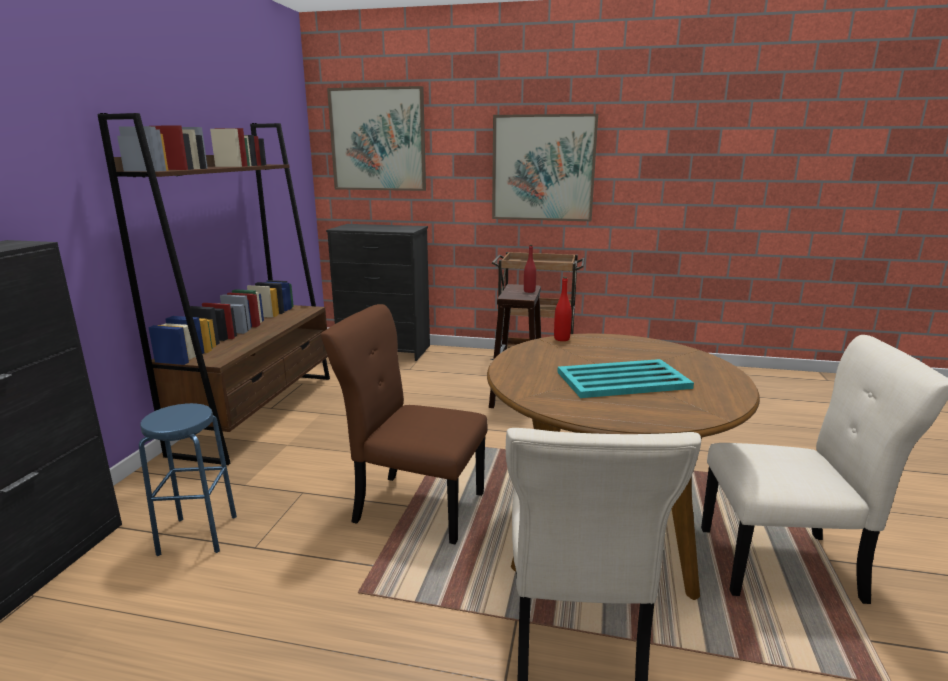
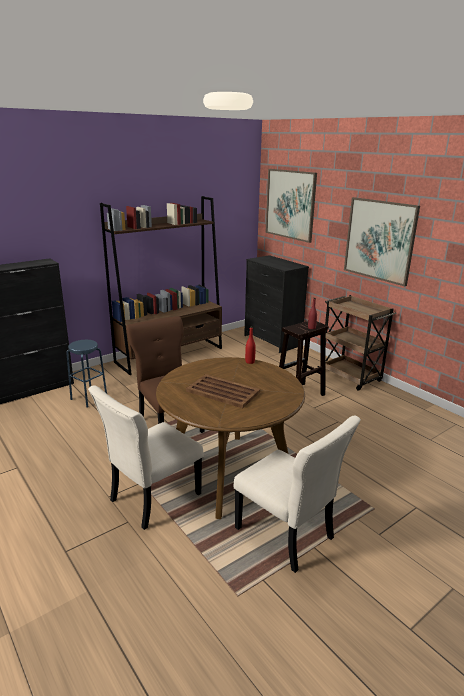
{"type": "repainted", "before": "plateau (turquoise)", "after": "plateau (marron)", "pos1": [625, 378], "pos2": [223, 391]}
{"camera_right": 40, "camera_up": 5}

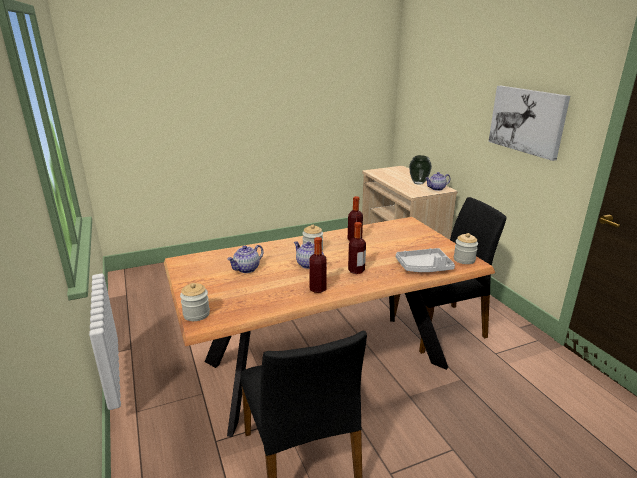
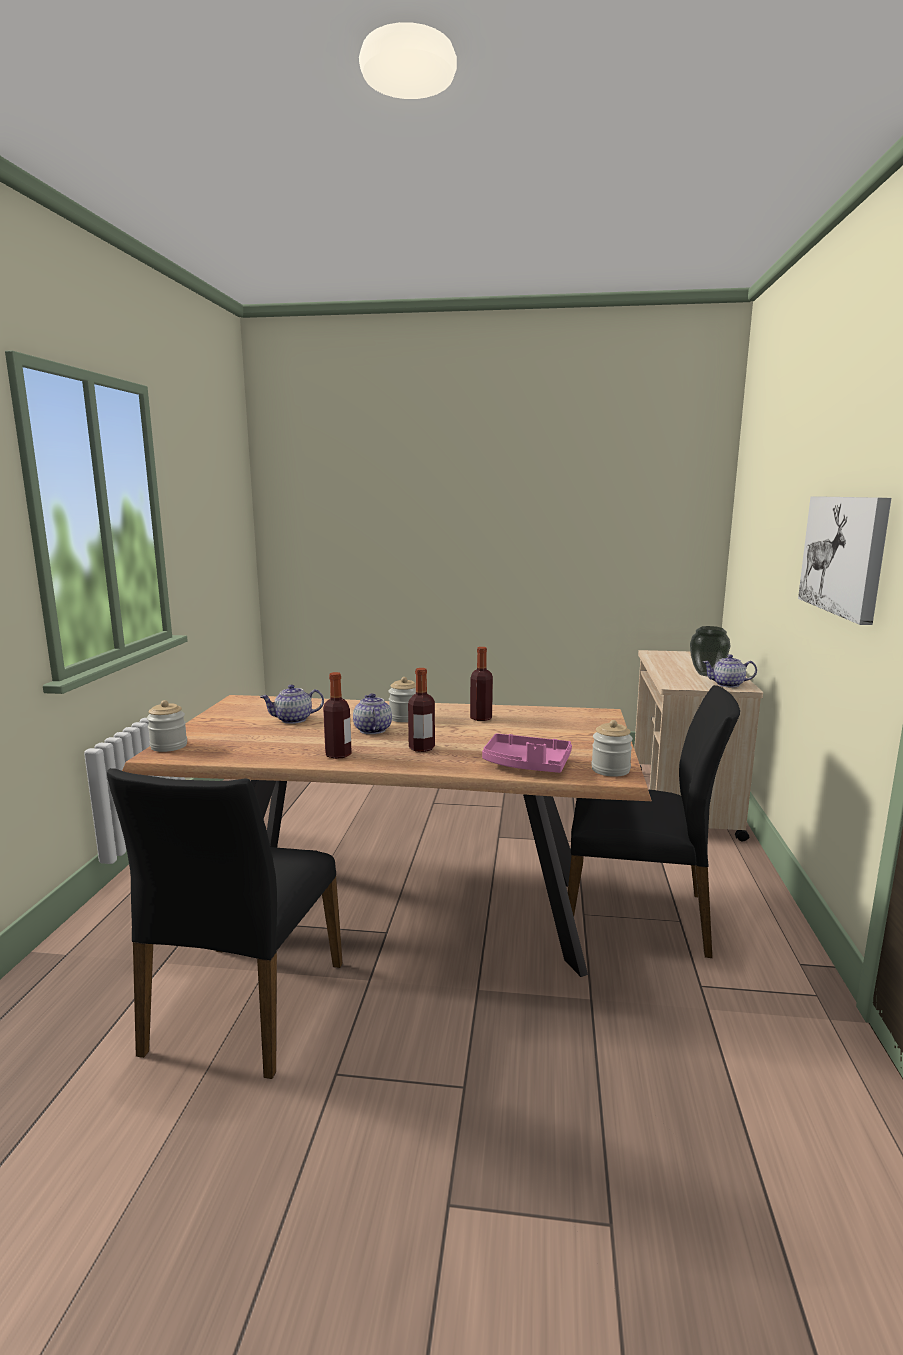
{"type": "repainted", "before": "plateau (gris)", "after": "plateau (rose)", "pos1": [425, 260], "pos2": [527, 753]}
{"camera_right": 30, "camera_up": -10}

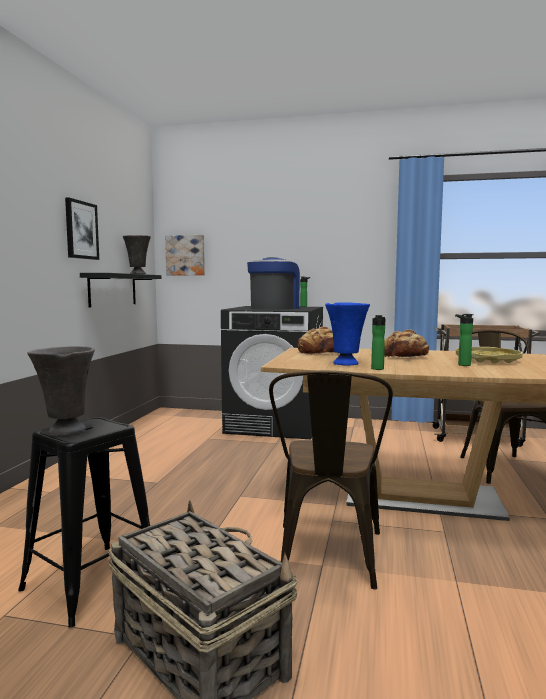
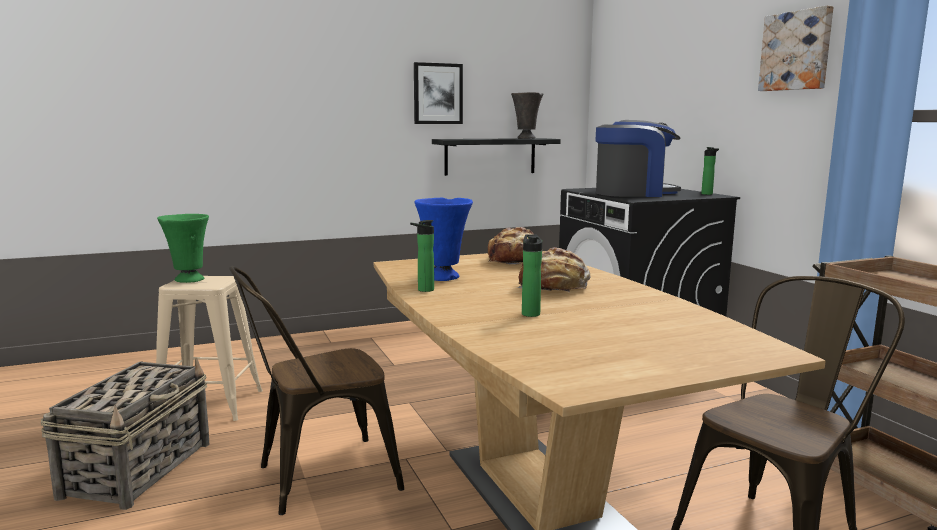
{"type": "gone", "before": "plateau (jaune)", "pos1": [489, 355]}
{"type": "shifted", "before": "tableau", "pos1": [185, 255], "pos2": [796, 48]}
{"type": "repainted", "before": "tabouret (noir)", "after": "tabouret (beige)", "pos1": [84, 522], "pos2": [209, 348]}
{"type": "repainted", "before": "vase (gris)", "after": "vase (vert)", "pos1": [61, 390], "pos2": [183, 248]}
{"camera_right": 55, "camera_up": 5}

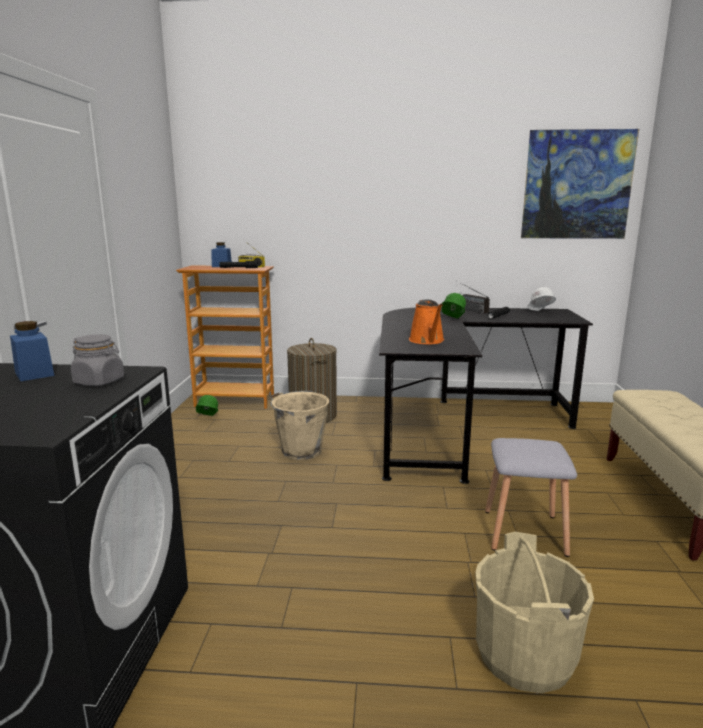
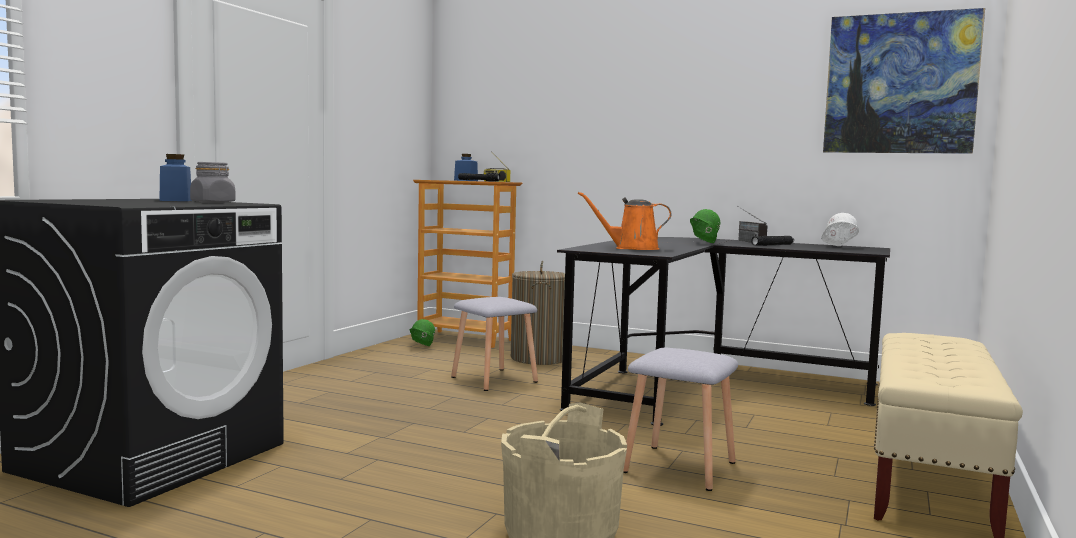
{"type": "swapped", "before": "seau (beige)", "after": "tabouret (gris)", "pos1": [299, 425], "pos2": [494, 344]}
{"type": "rotated", "before": "arrosoir (orange)", "pos1": [426, 321], "pos2": [625, 221], "turn": 75}
{"camera_right": 20, "camera_up": -10}

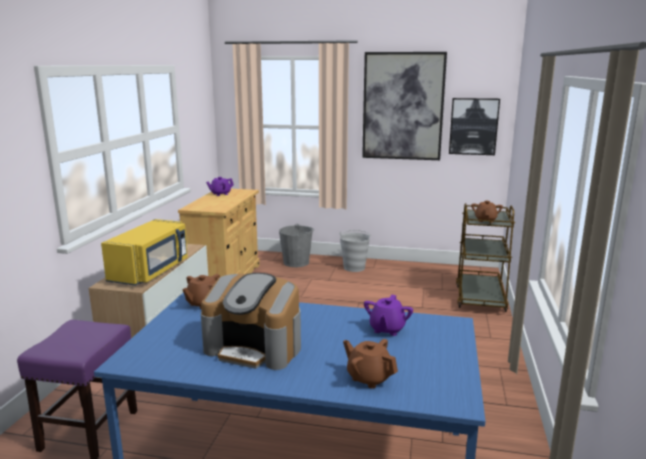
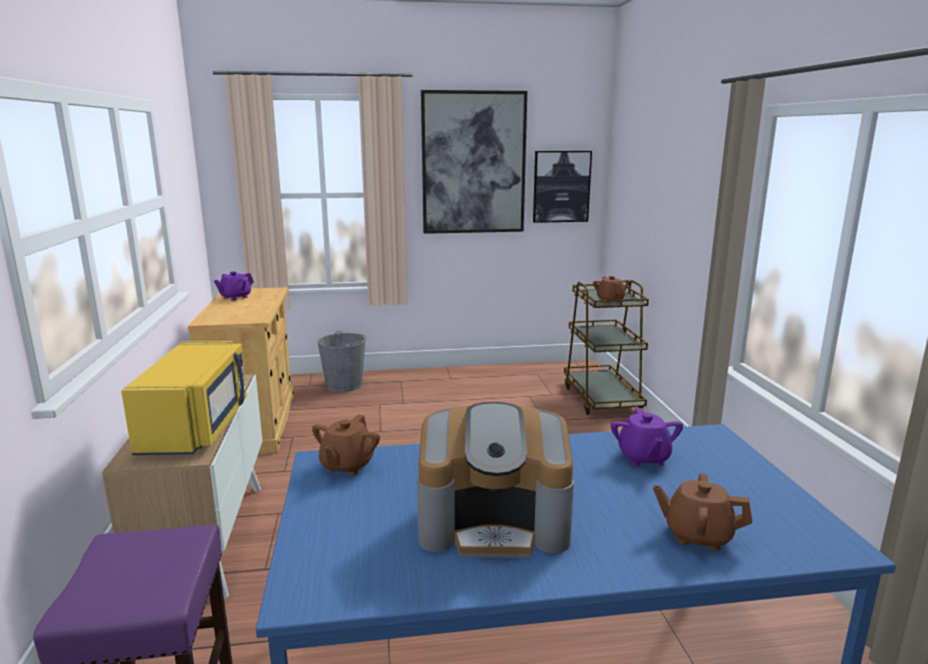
{"type": "gone", "before": "seau (gris)", "pos1": [355, 251]}
{"camera_right": -20, "camera_up": 0}

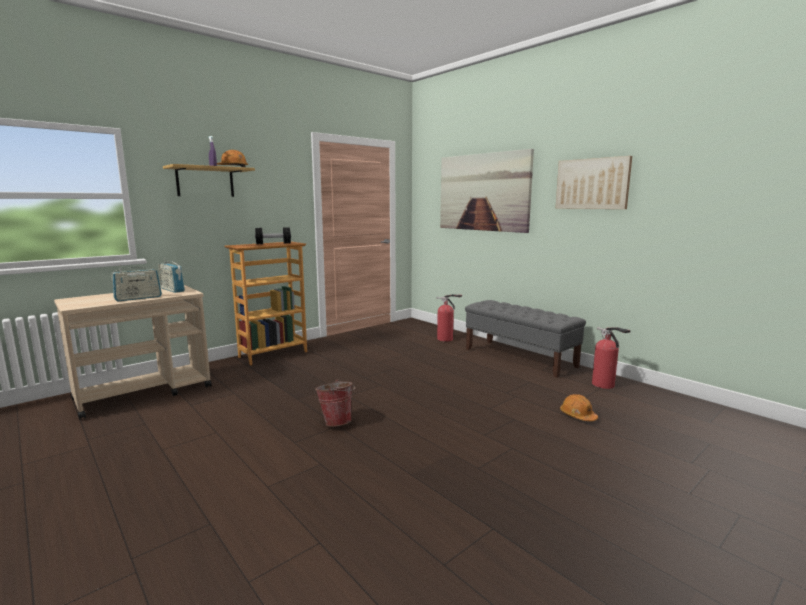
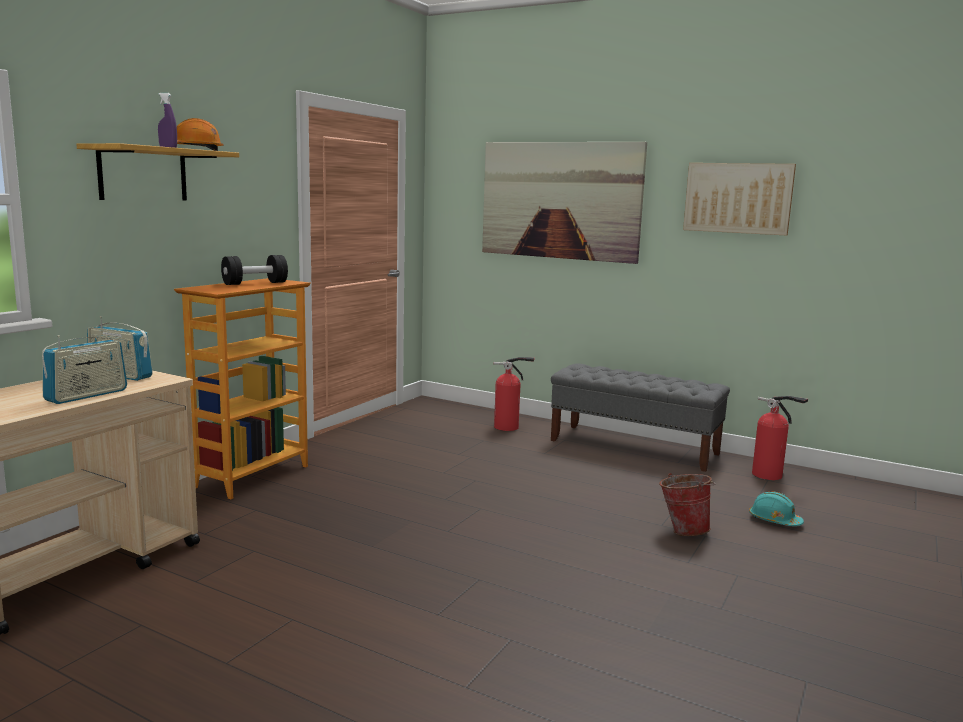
{"type": "shifted", "before": "seau", "pos1": [335, 403], "pos2": [687, 504]}
{"type": "repainted", "before": "casque de chantier (orange)", "after": "casque de chantier (turquoise)", "pos1": [579, 407], "pos2": [776, 509]}
{"camera_right": -20, "camera_up": 0}

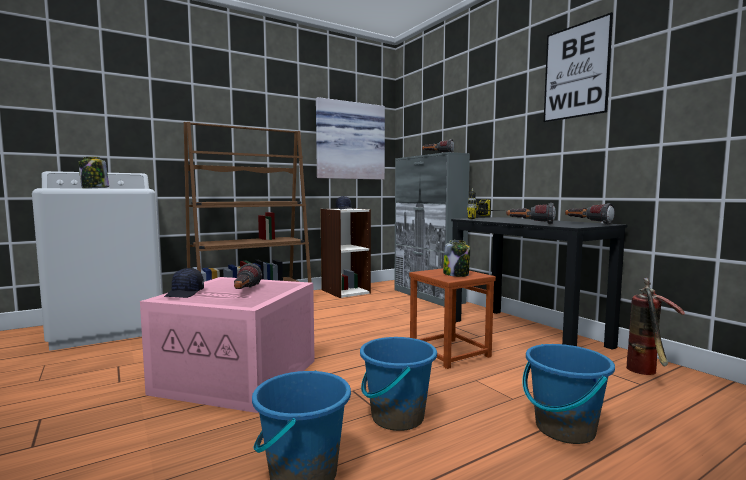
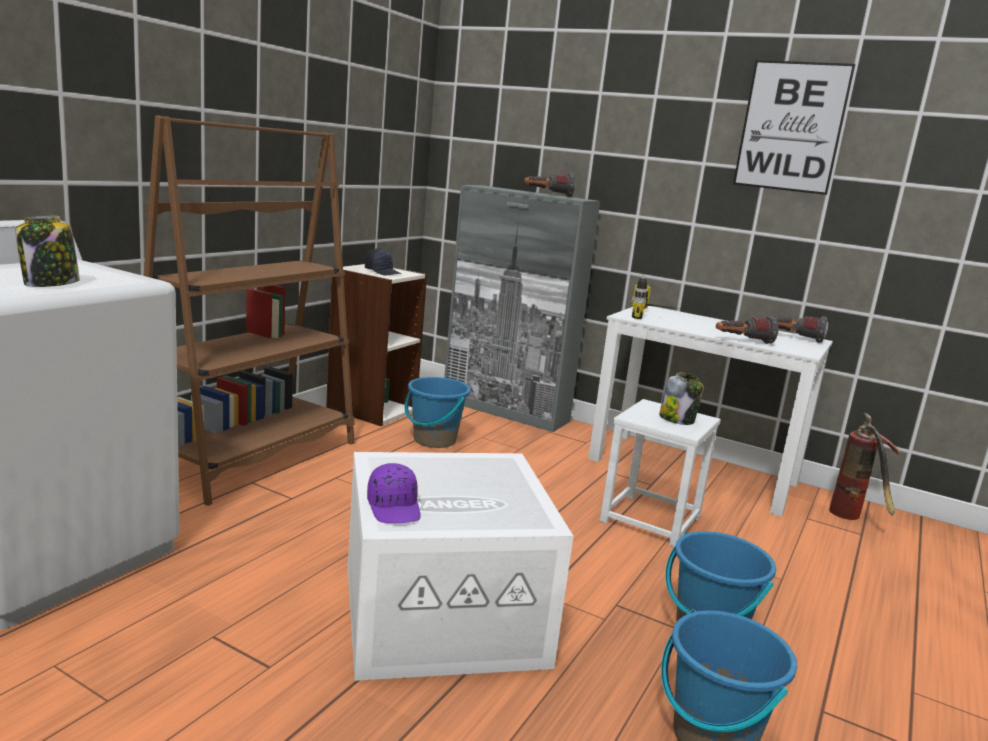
{"type": "gone", "before": "lampe de poche", "pos1": [248, 276]}
{"type": "gone", "before": "tableau", "pos1": [350, 138]}
{"type": "shifted", "before": "seau (bleu)", "pos1": [568, 394], "pos2": [437, 412]}
{"type": "repainted", "before": "boîte de rangement (rose)", "after": "boîte de rangement (blanc)", "pos1": [227, 345], "pos2": [460, 566]}
{"type": "repainted", "before": "casquette (noir)", "after": "casquette (violet)", "pos1": [184, 283], "pos2": [394, 493]}
{"type": "repainted", "before": "tabouret (marron)", "after": "tabouret (blanc)", "pos1": [452, 318], "pos2": [660, 473]}
{"type": "repainted", "before": "bureau (noir)", "after": "bureau (blanc)", "pos1": [539, 283], "pos2": [710, 411]}
{"camera_right": -30, "camera_up": 10}

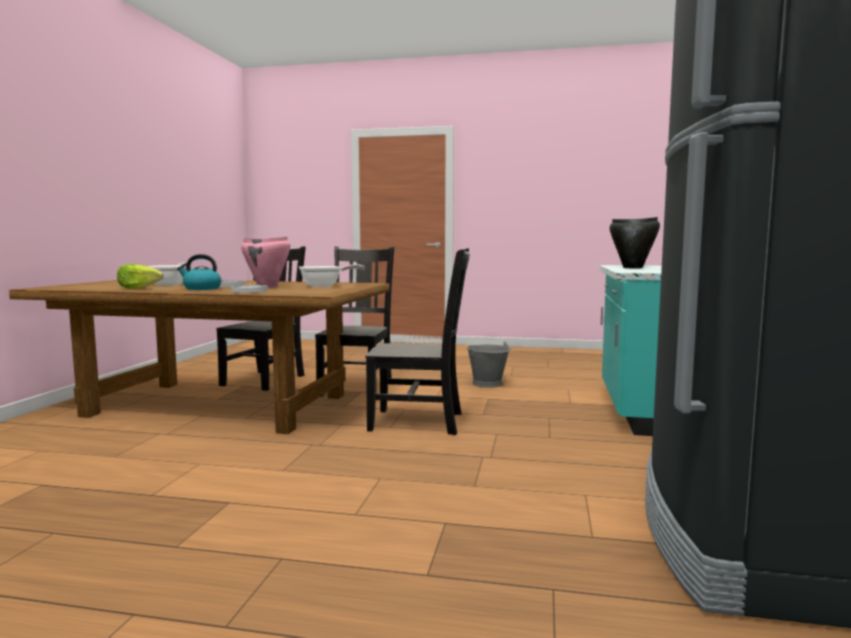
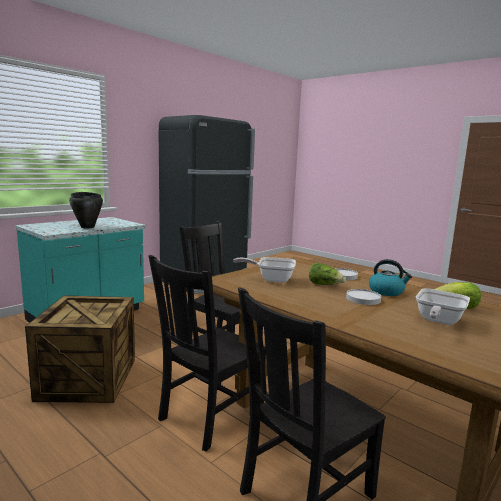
{"type": "swapped", "before": "marmite (rose)", "after": "laitue", "pos1": [265, 262], "pos2": [327, 274]}
{"type": "swapped", "before": "seau (gris)", "after": "caisse", "pos1": [489, 365], "pos2": [80, 349]}
{"camera_right": -150, "camera_up": 5}

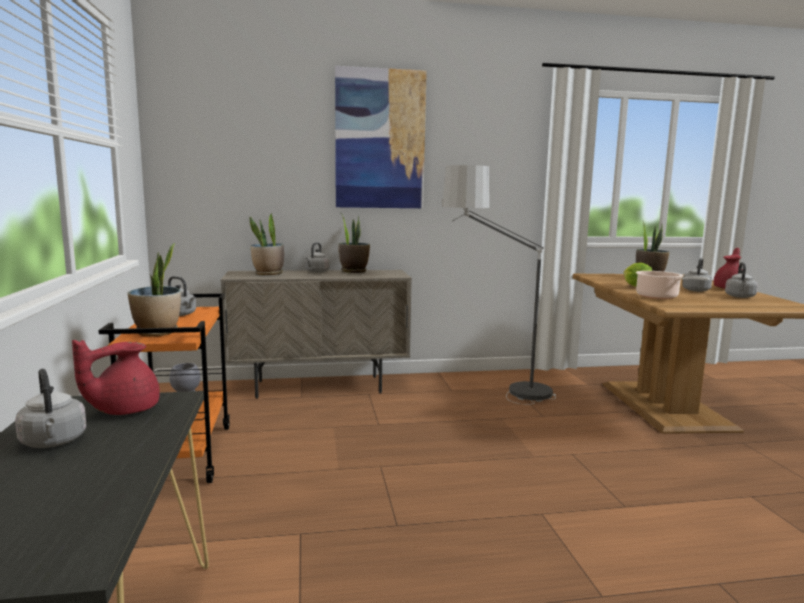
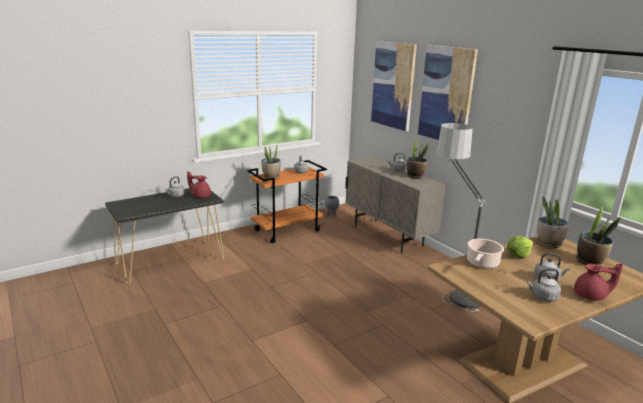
{"type": "new", "after": "tableau", "pos2": [394, 86]}
{"type": "shifted", "before": "plante en pot", "pos1": [267, 244], "pos2": [553, 222]}
{"camera_right": 65, "camera_up": 10}

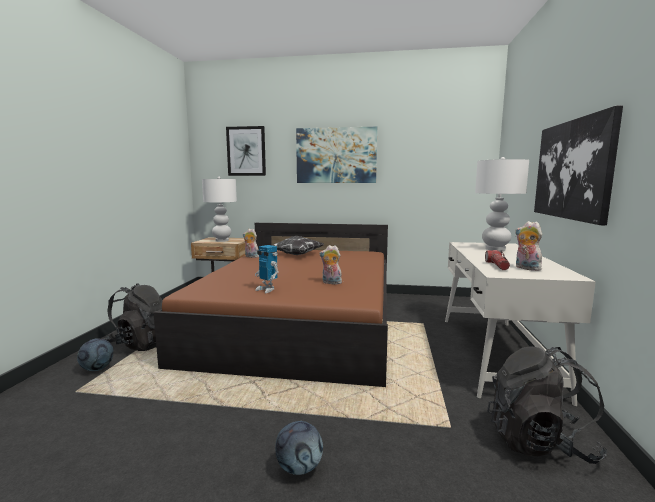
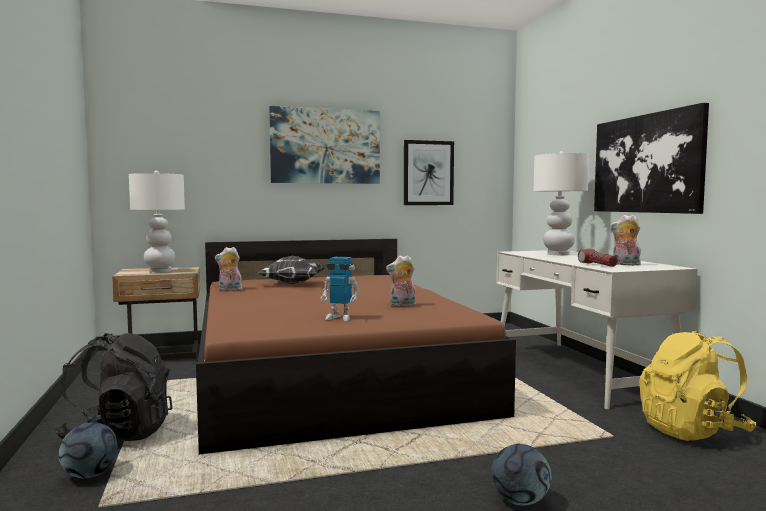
{"type": "shifted", "before": "tableau", "pos1": [246, 151], "pos2": [429, 172]}
{"type": "repainted", "before": "sac à dos (noir)", "after": "sac à dos (jaune)", "pos1": [547, 405], "pos2": [697, 386]}
{"camera_right": -25, "camera_up": -5}

